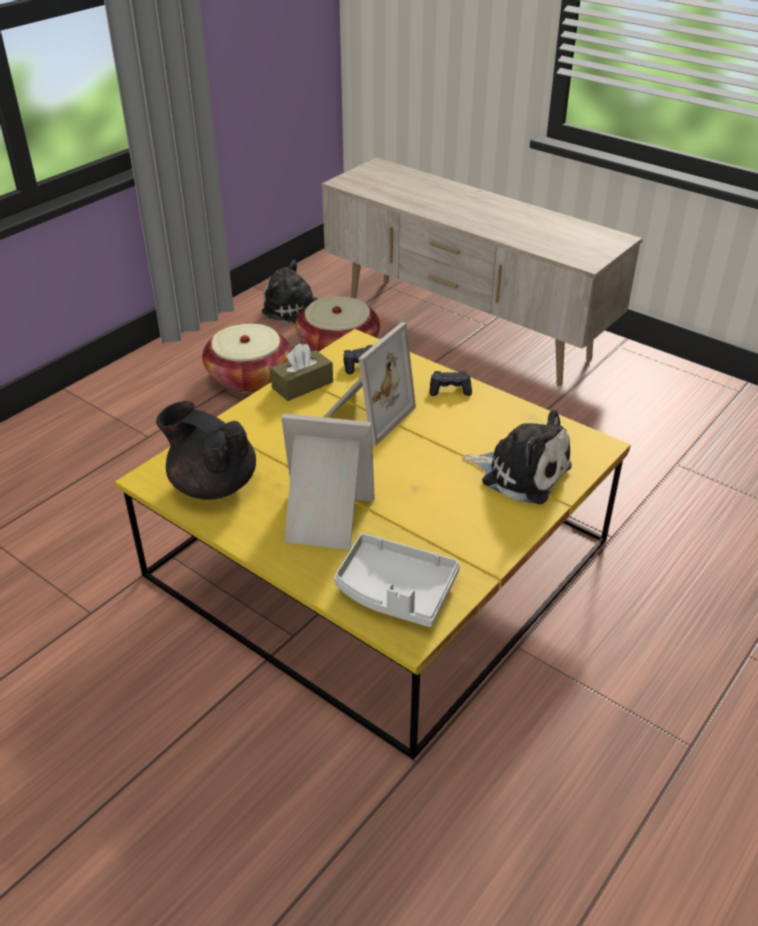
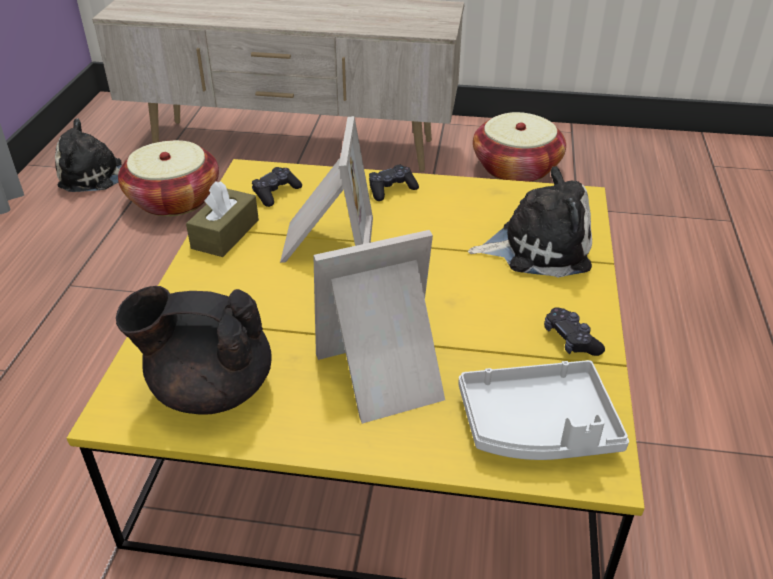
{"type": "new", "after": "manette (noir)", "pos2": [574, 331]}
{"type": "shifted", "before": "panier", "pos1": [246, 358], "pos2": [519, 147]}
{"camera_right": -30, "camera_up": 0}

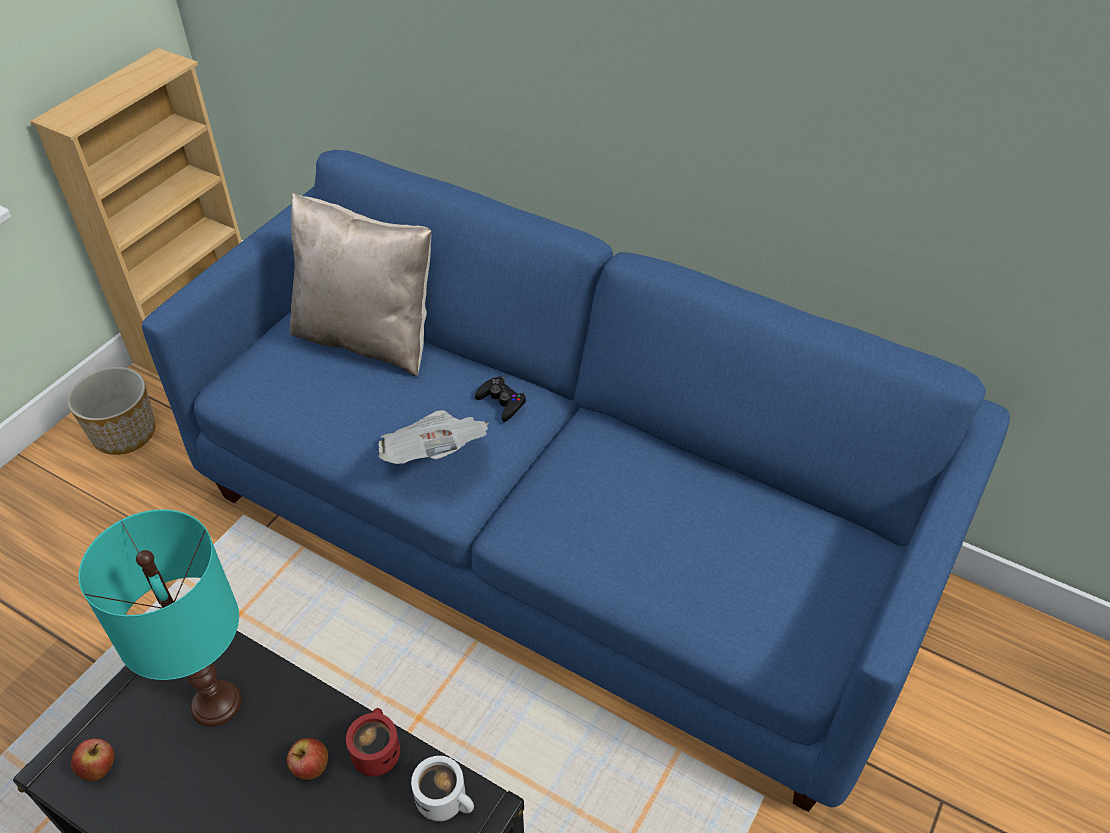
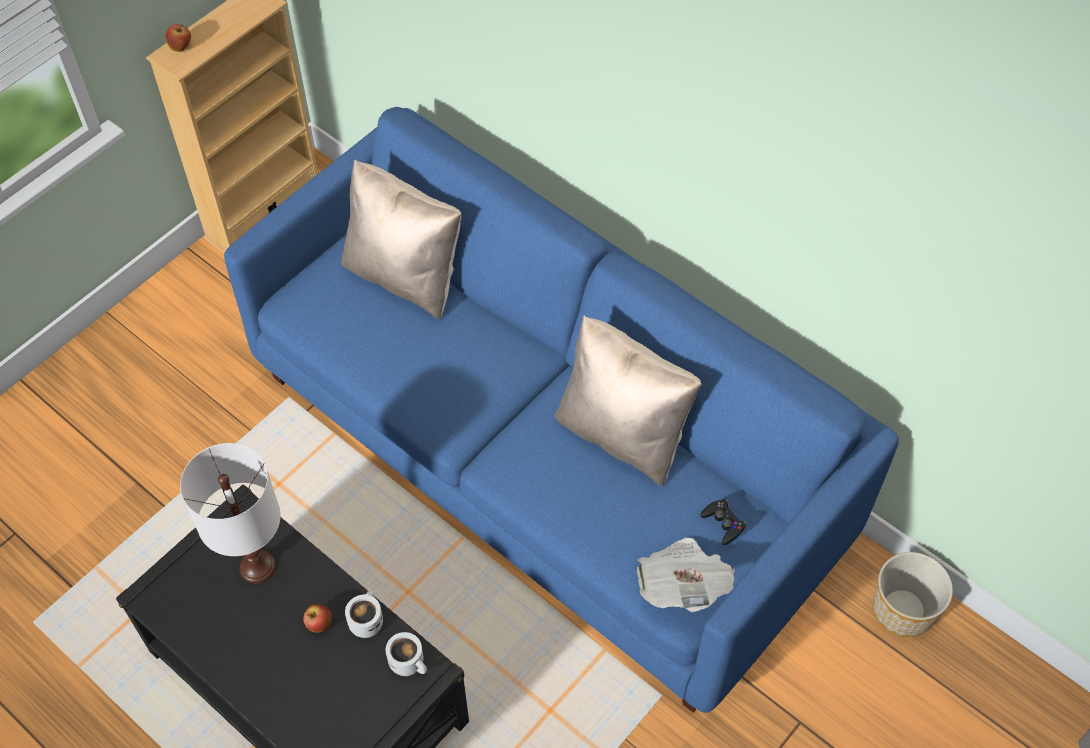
{"type": "new", "after": "coussin (beige)", "pos2": [628, 401]}
{"type": "shifted", "before": "cache-pot", "pos1": [111, 411], "pos2": [913, 594]}
{"type": "shifted", "before": "pomme", "pos1": [93, 759], "pos2": [178, 38]}
{"type": "shifted", "before": "journal", "pos1": [433, 437], "pos2": [686, 575]}
{"type": "shifted", "before": "manette (noir)", "pos1": [500, 399], "pos2": [723, 522]}
{"type": "repainted", "before": "lampe de table (turquoise)", "after": "lampe de table (blanc)", "pos1": [160, 618], "pos2": [230, 513]}
{"type": "repainted", "before": "mug (rouge)", "after": "mug (blanc)", "pos1": [373, 742], "pos2": [364, 614]}
{"camera_right": 10, "camera_up": 10}

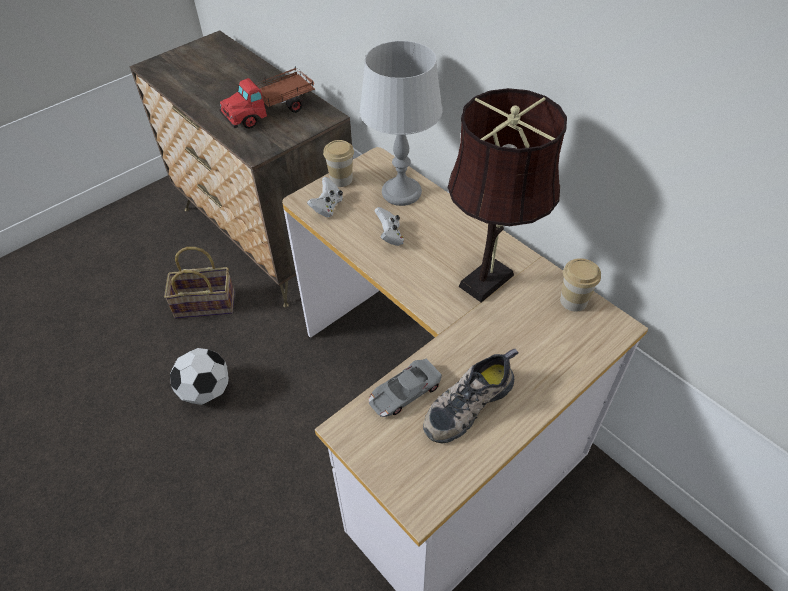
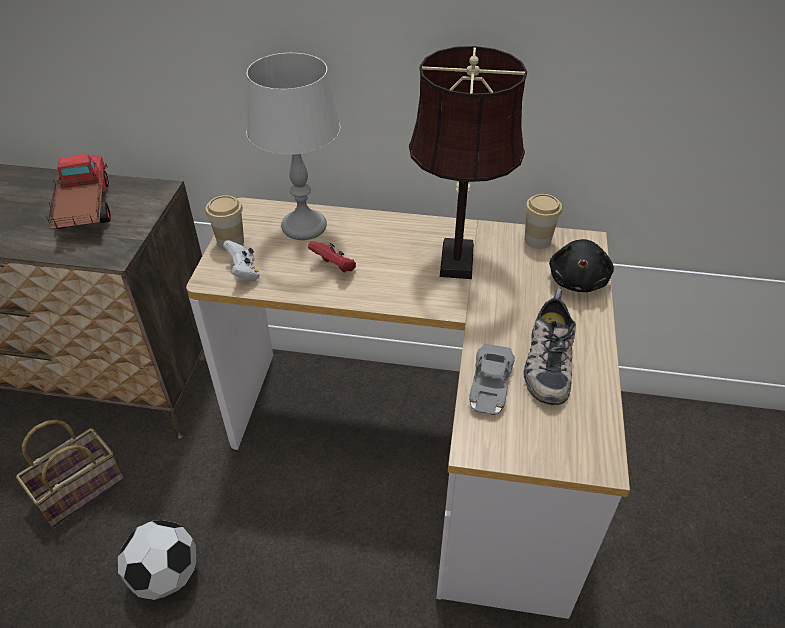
{"type": "new", "after": "peluche (noir)", "pos2": [581, 265]}
{"type": "repainted", "before": "manette (blanc)", "after": "manette (rouge)", "pos1": [389, 226], "pos2": [332, 257]}
{"type": "rotated", "before": "camion jouet", "pos1": [267, 97], "pos2": [79, 191], "turn": 150}
{"camera_right": -40, "camera_up": -5}

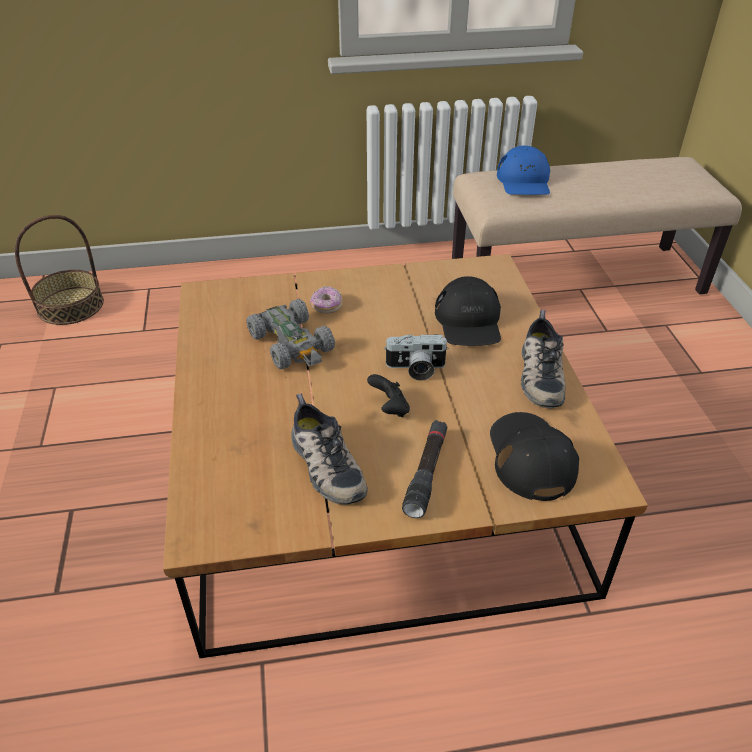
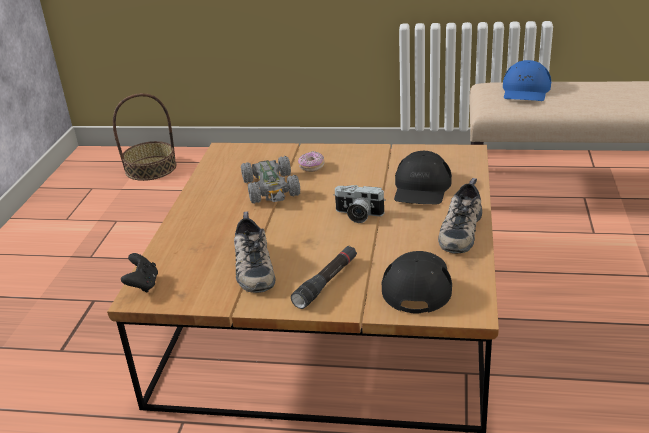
{"type": "shifted", "before": "manette (noir)", "pos1": [388, 395], "pos2": [139, 272]}
{"camera_right": 20, "camera_up": -10}

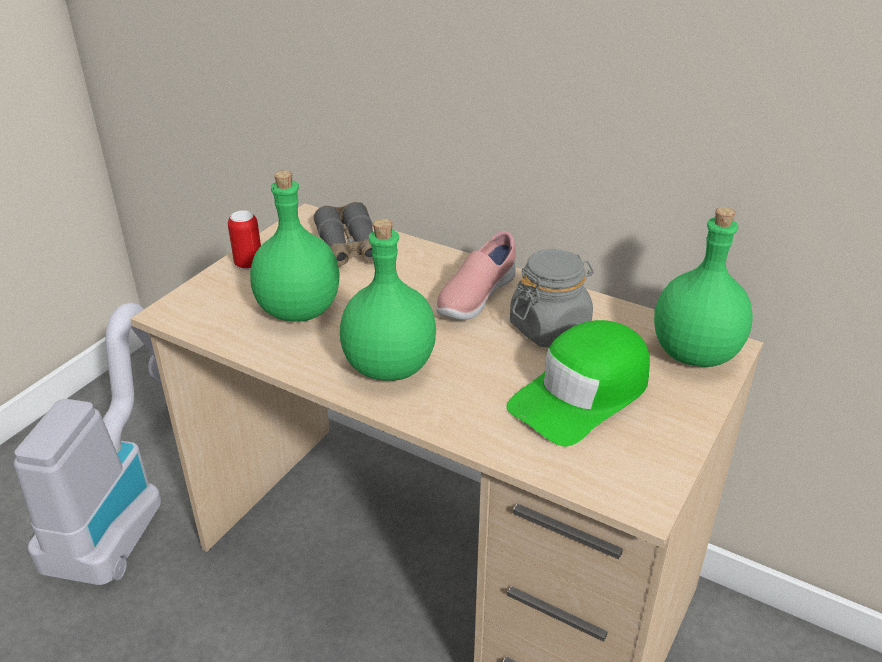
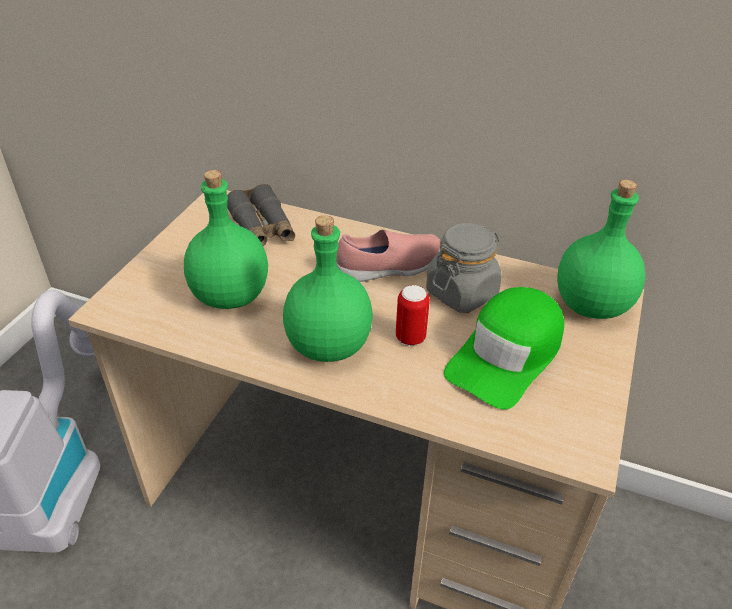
{"type": "shifted", "before": "boîte métallique", "pos1": [244, 240], "pos2": [413, 315]}
{"type": "rotated", "before": "chaussure (rose)", "pos1": [476, 275], "pos2": [388, 256], "turn": -135}
{"camera_right": -10, "camera_up": 5}

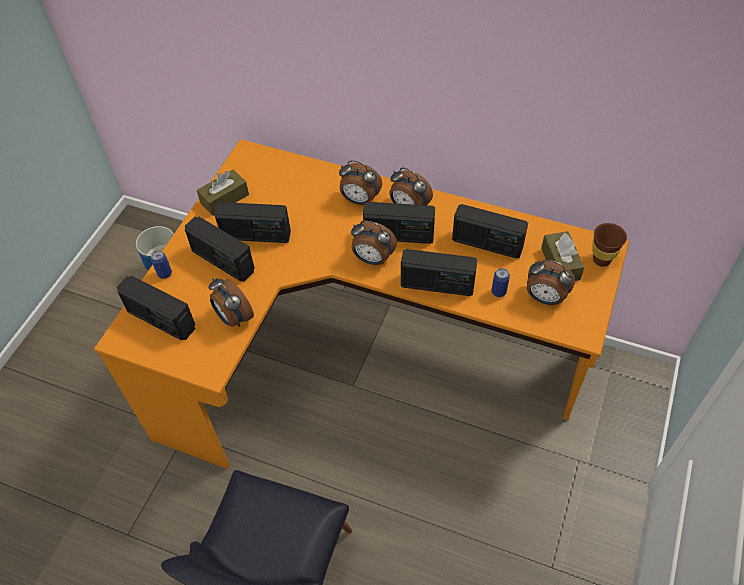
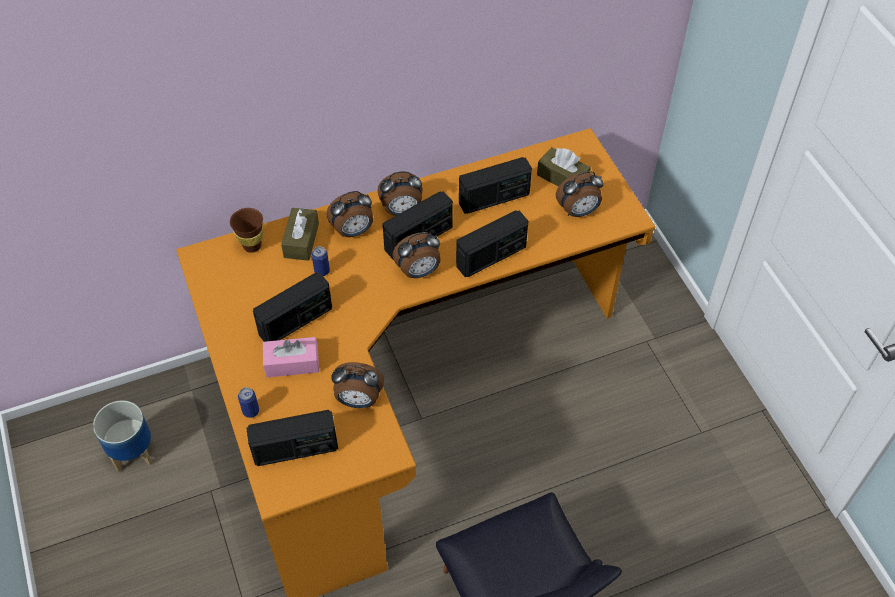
{"type": "shifted", "before": "boîte à mouchoirs (marron)", "pos1": [223, 192], "pos2": [300, 234]}
{"type": "shifted", "before": "boîte métallique", "pos1": [501, 282], "pos2": [321, 261]}
{"type": "shifted", "before": "tasse (marron)", "pos1": [609, 245], "pos2": [247, 230]}
{"type": "swapped", "before": "radio", "after": "boîte à mouchoirs (rose)", "pos1": [219, 249], "pos2": [291, 357]}
{"camera_right": -45, "camera_up": 0}

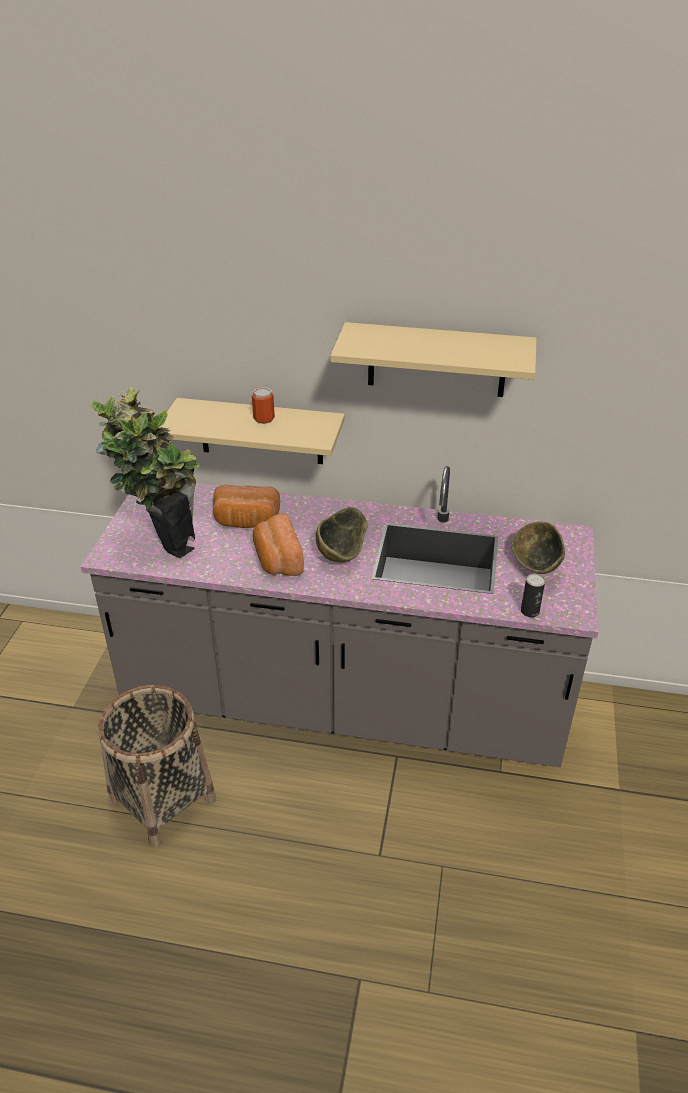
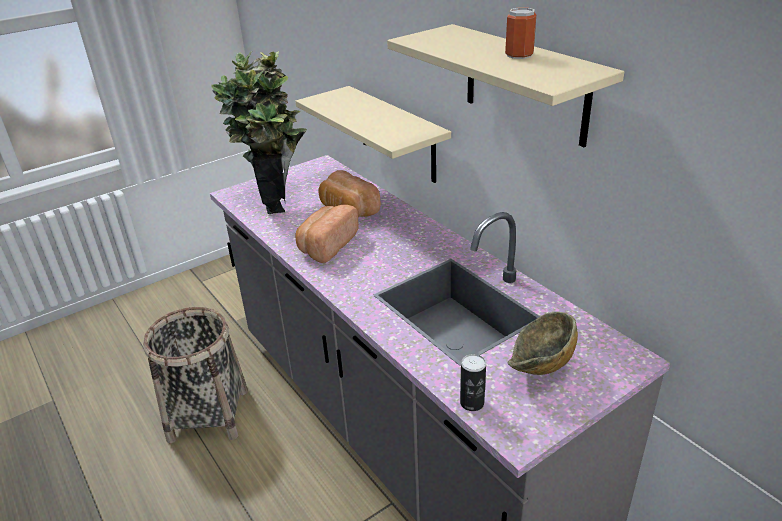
{"type": "gone", "before": "bol", "pos1": [342, 534]}
{"type": "shifted", "before": "boîte métallique", "pos1": [263, 405], "pos2": [520, 33]}
{"camera_right": 45, "camera_up": -5}

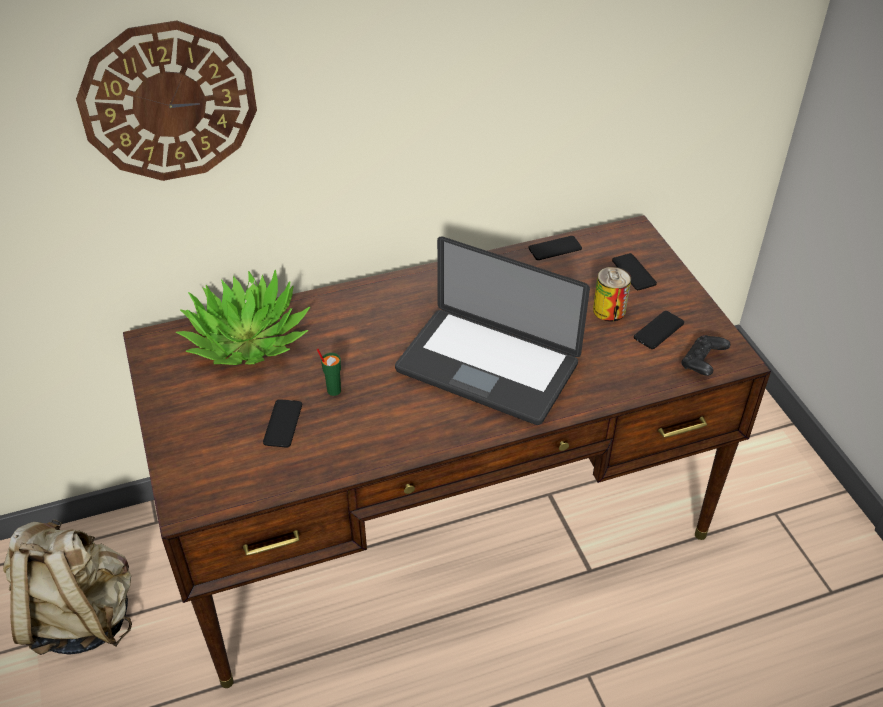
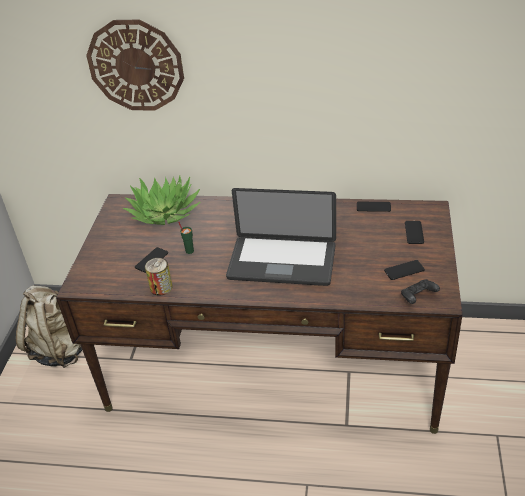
{"type": "shifted", "before": "boîte métallique", "pos1": [612, 294], "pos2": [158, 277]}
{"type": "rotated", "before": "ordinateur portable", "pos1": [492, 330], "pos2": [281, 237], "turn": -45}
{"camera_right": 30, "camera_up": -5}

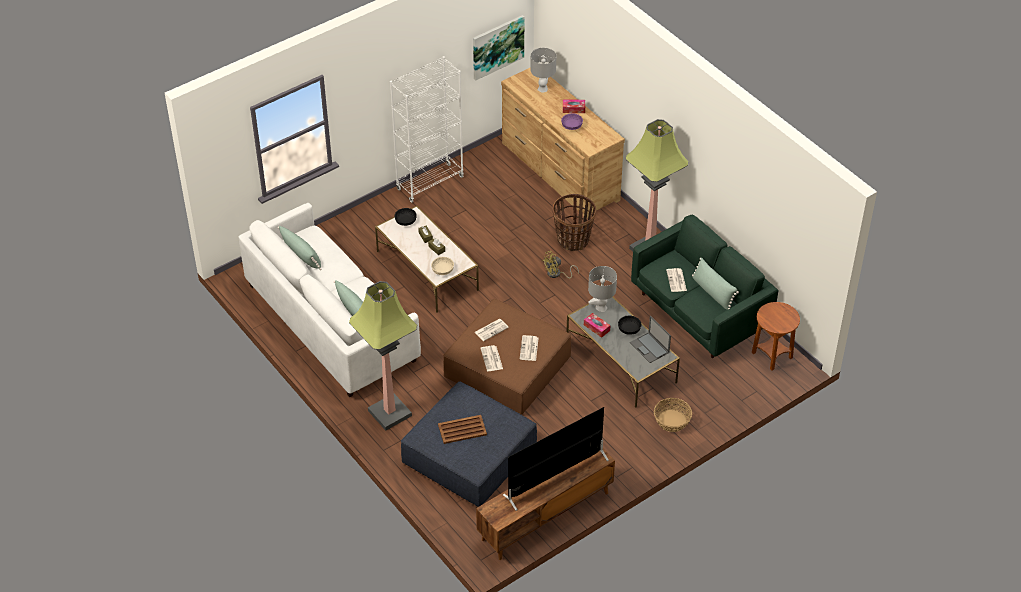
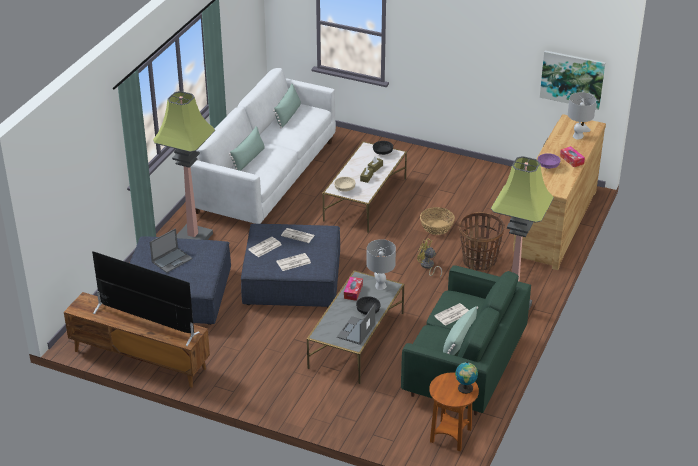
{"type": "gone", "before": "bibliothèque (blanc)", "pos1": [427, 129]}
{"type": "new", "after": "globe", "pos2": [466, 378]}
{"type": "shifted", "before": "panier", "pos1": [673, 415], "pos2": [437, 221]}
{"type": "swapped", "before": "plateau (marron)", "after": "ordinateur portable", "pos1": [462, 429], "pos2": [171, 250]}
{"type": "repainted", "before": "pouf (marron)", "after": "pouf (bleu)", "pos1": [507, 357], "pos2": [290, 265]}
{"camera_right": 60, "camera_up": -10}

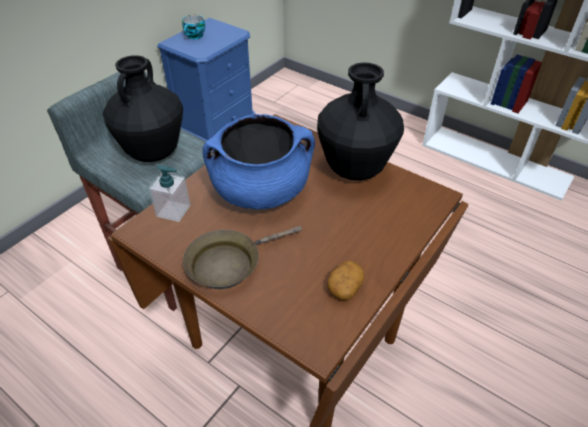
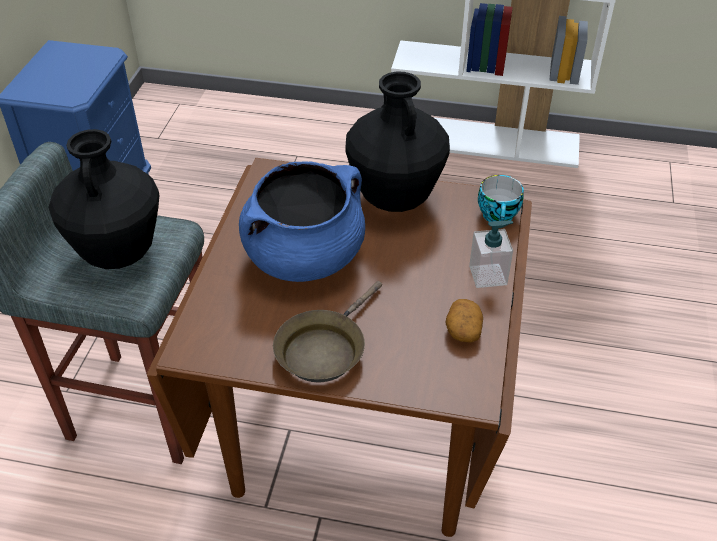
{"type": "shifted", "before": "distributeur de savon", "pos1": [169, 193], "pos2": [491, 254]}
{"type": "shifted", "before": "tasse", "pos1": [193, 27], "pos2": [501, 198]}
{"camera_right": -25, "camera_up": 0}

